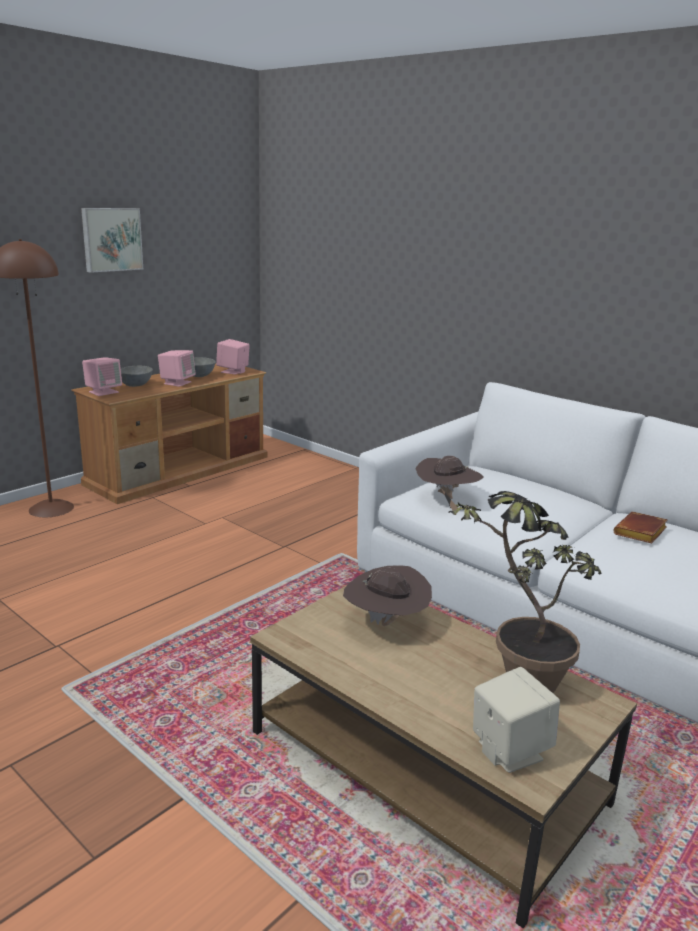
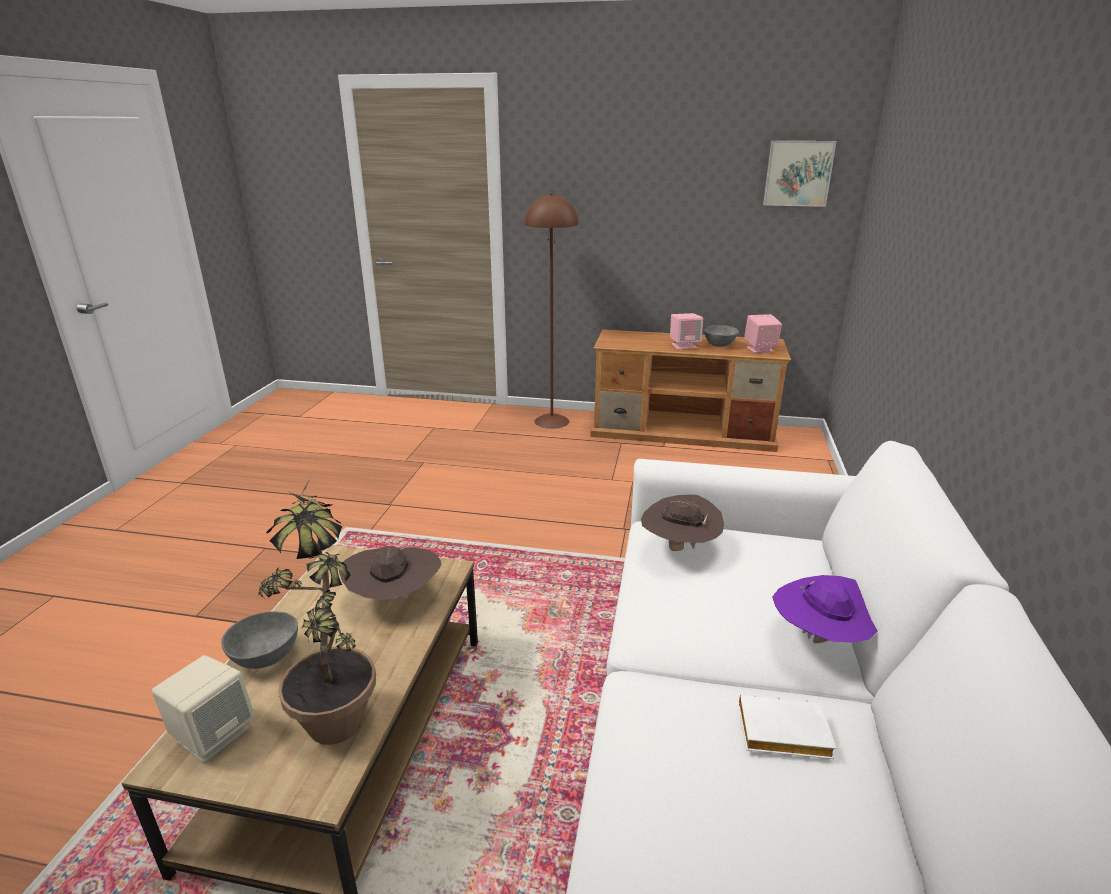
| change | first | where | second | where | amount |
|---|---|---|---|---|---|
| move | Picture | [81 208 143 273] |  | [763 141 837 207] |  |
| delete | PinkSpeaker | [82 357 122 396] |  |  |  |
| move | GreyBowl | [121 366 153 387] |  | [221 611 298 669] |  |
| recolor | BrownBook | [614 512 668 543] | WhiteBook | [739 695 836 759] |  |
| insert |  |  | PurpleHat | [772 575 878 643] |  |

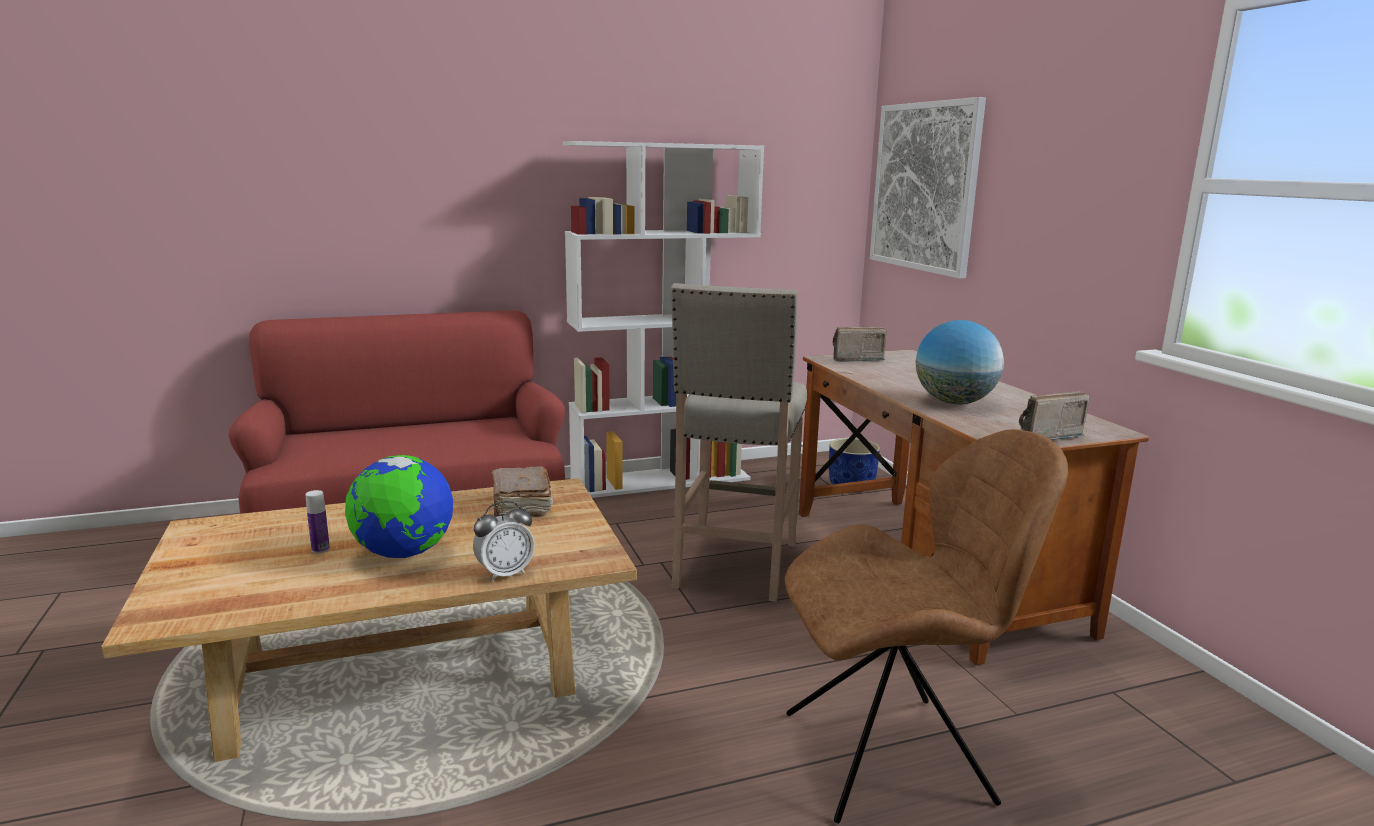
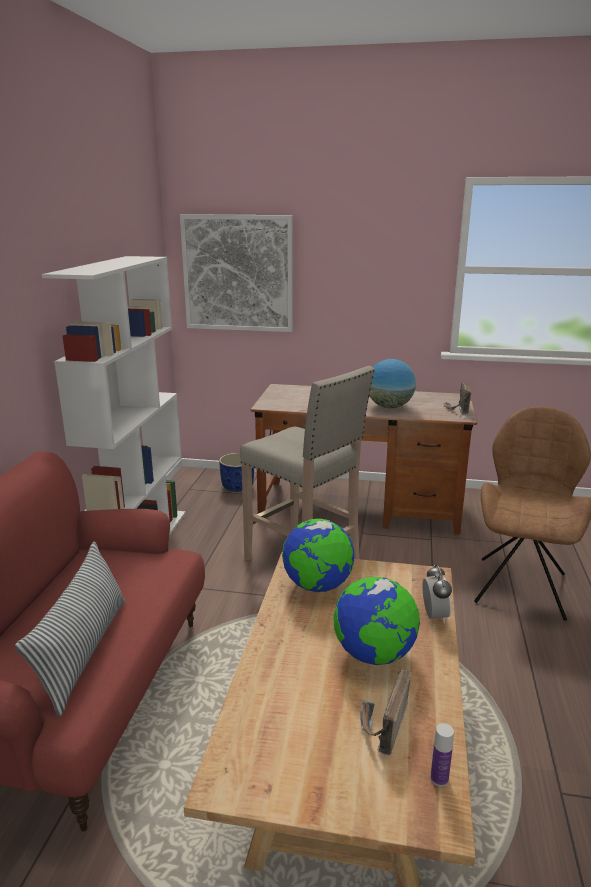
| change | first | where | second | where | amount |
|---|---|---|---|---|---|
| move | Bottle | [305 490 330 553] |  | [430 723 454 786] |  |
| replace | BrownBook | [491 466 553 517] | Globe | [282 519 355 592] |  |
| move | Radio | [832 327 887 362] |  | [360 669 411 755] |  |
| insert |  |  | Pillow | [15 542 125 717] |  |

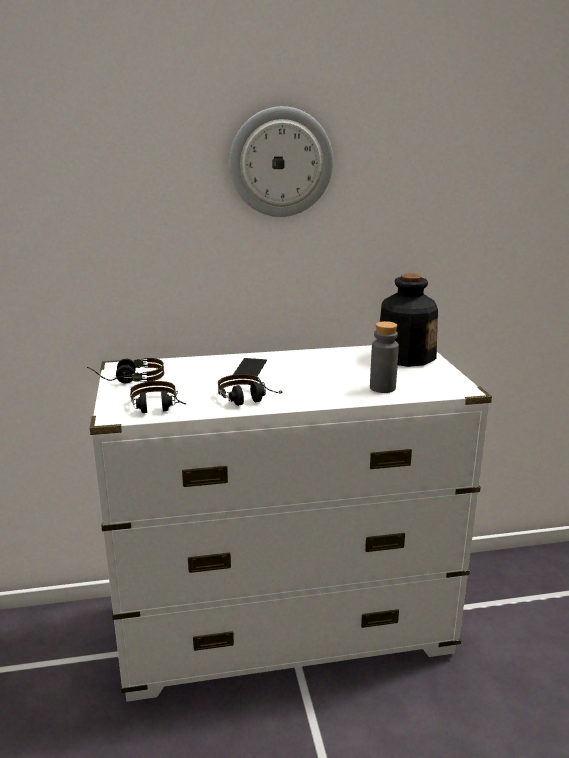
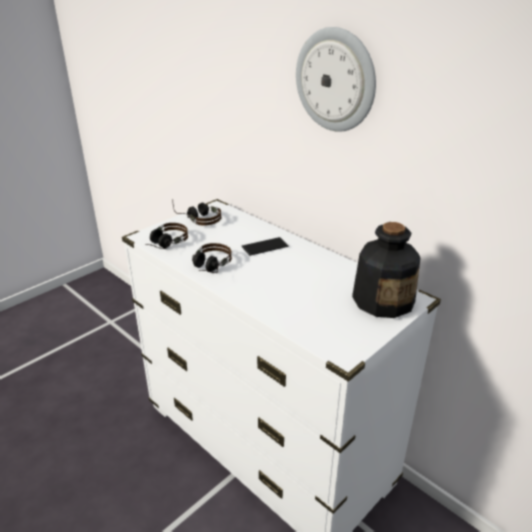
| change | first | where | second | where | amount |
|---|---|---|---|---|---|
| delete | GreyBottle | [370 321 399 393] |  |  |  |

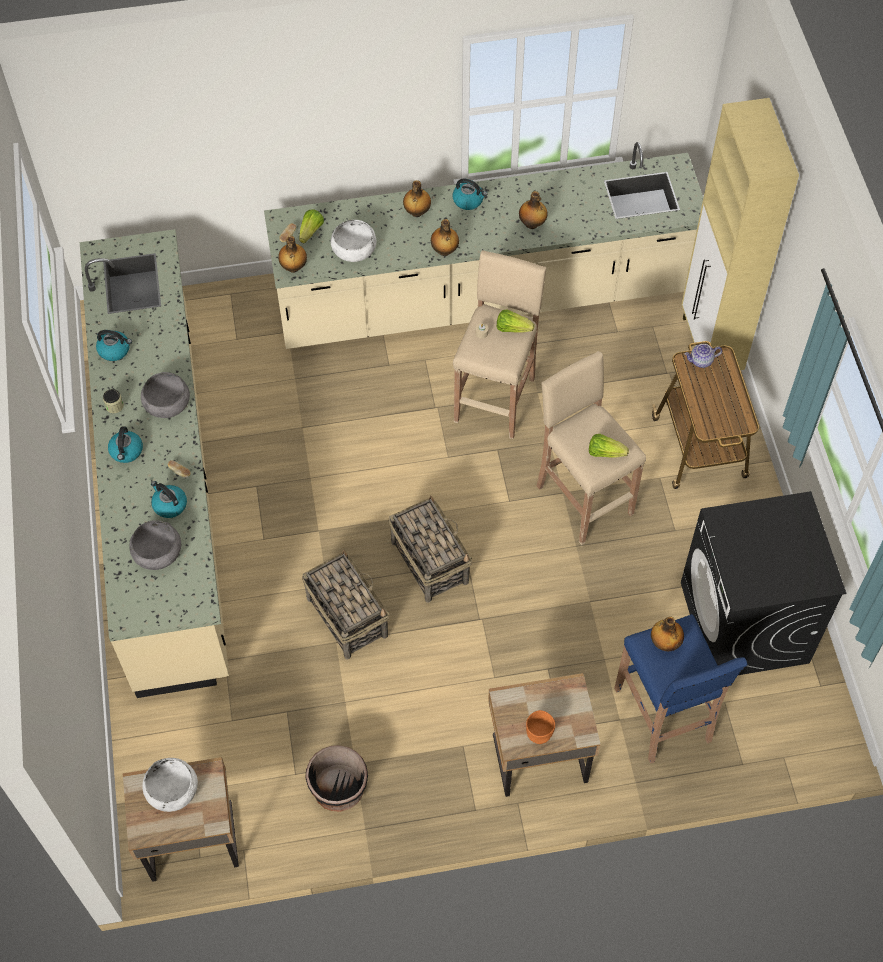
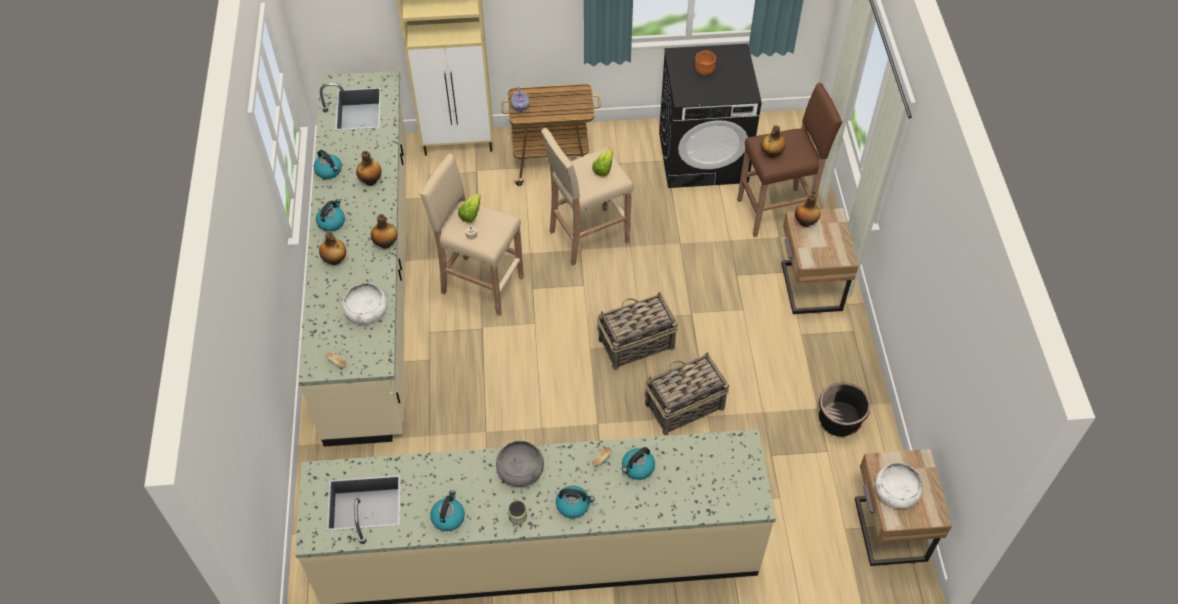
| change | first | where | second | where | amount |
|---|---|---|---|---|---|
| delete | GreyBowl | [129 520 181 570] |  |  |  |
| move | Bottle | [278 236 307 273] |  | [795 194 820 227] |  |
| delete | Lettuce | [299 209 324 243] |  |  |  |
| move | OrangeBowl | [526 710 555 744] |  | [695 50 716 75] |  |
| recolor | BlueStool | [614 614 747 764] | BrownStool | [737 83 843 237] |  |
| insert |  |  | Kettle | [314 150 342 179] |  |

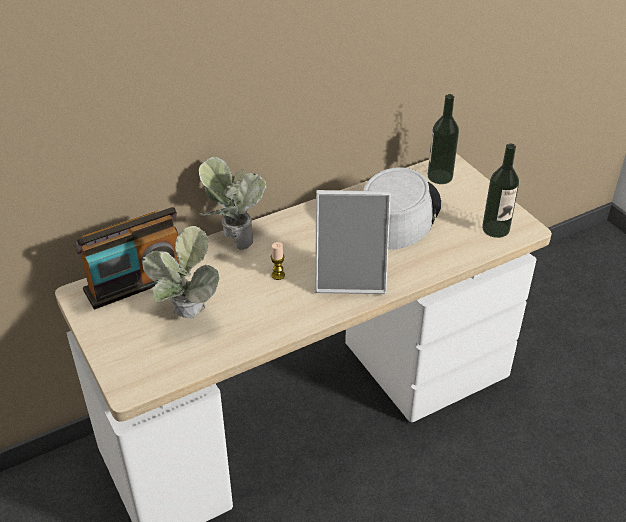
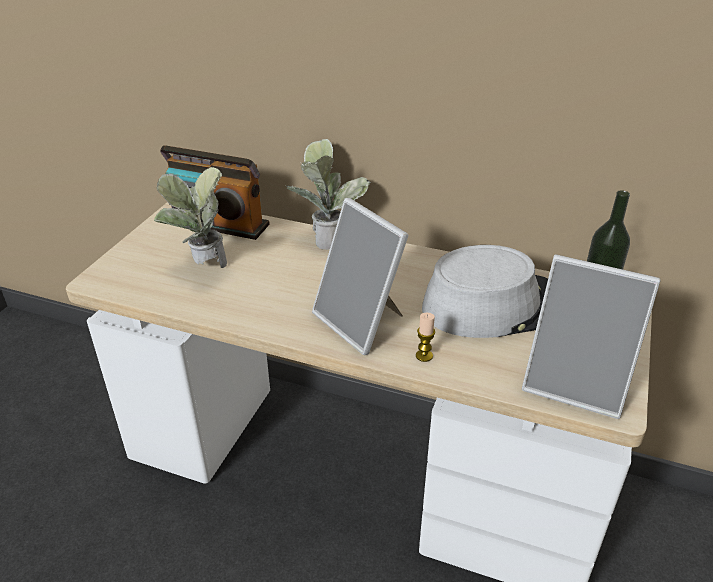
| change | first | where | second | where | amount |
|---|---|---|---|---|---|
| move | Candle | [271 242 285 280] |  | [416 313 435 362] |  |
| replace | Bottle | [482 143 519 238] | PictureFrame | [522 254 661 419] |  |

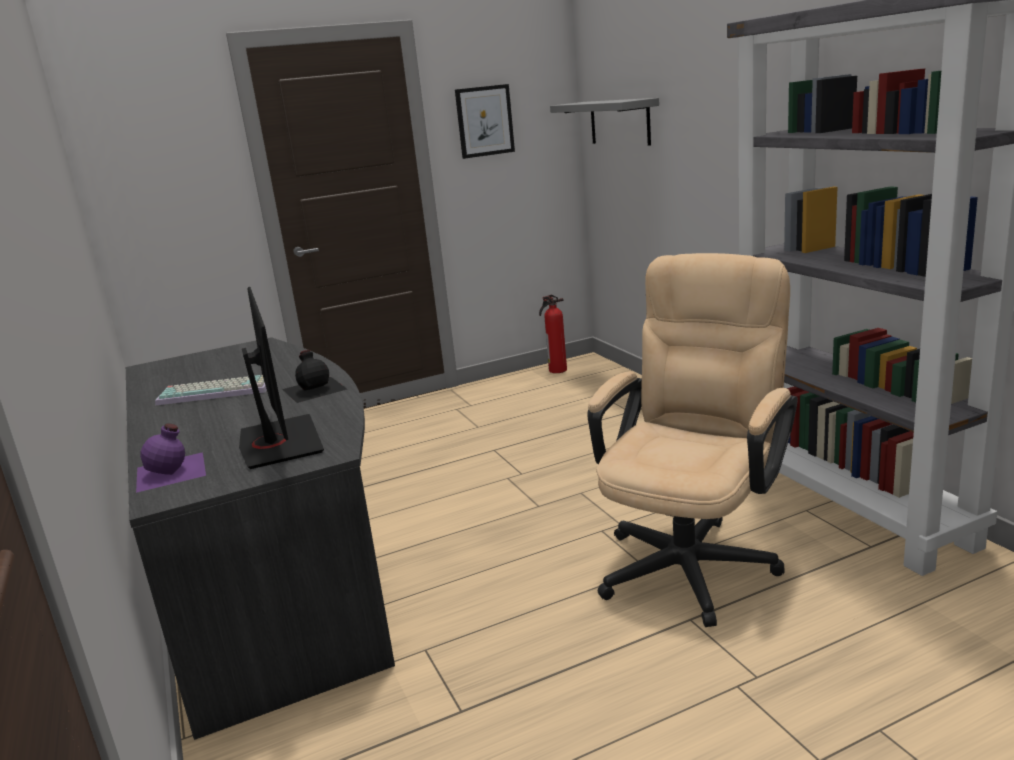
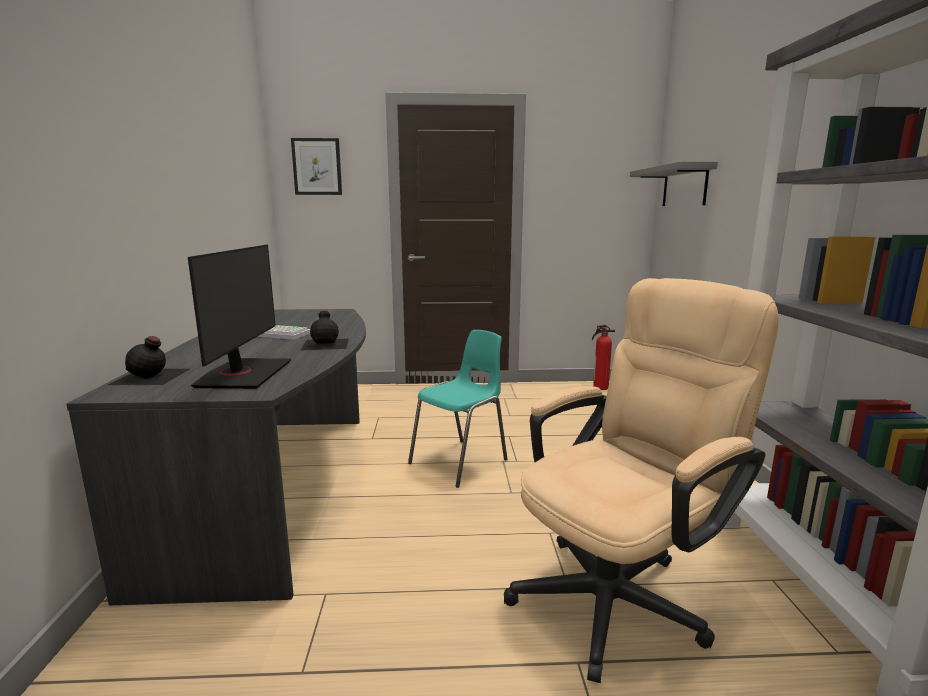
| change | first | where | second | where | amount |
|---|---|---|---|---|---|
| recolor | PurpleBottle | [136 423 206 493] | BlackBottle | [108 336 190 385] |  |
| move | Picture | [455 84 515 159] |  | [291 138 342 195] |  |
| insert |  |  | TurquoiseChair | [408 330 507 488] |  |

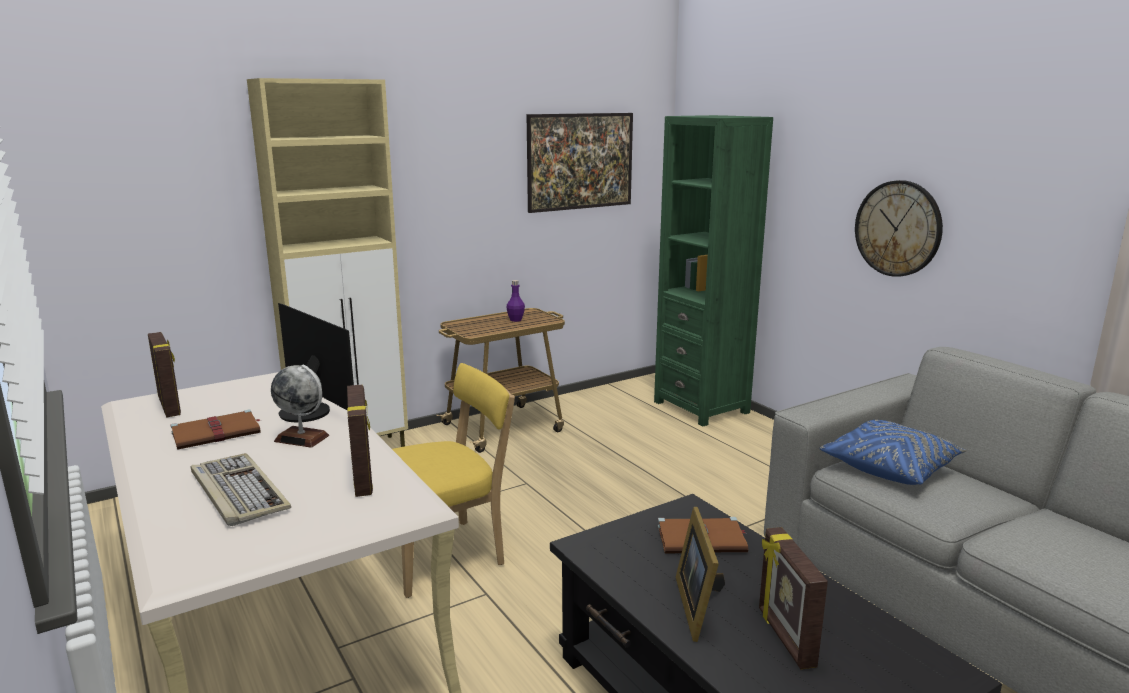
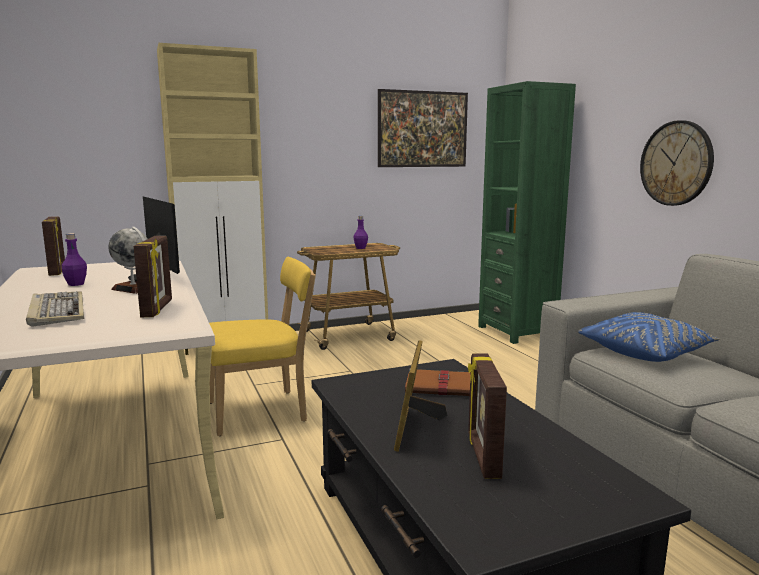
| change | first | where | second | where | amount |
|---|---|---|---|---|---|
| replace | BrownBook | [171 409 261 450] | PurpleBottle | [61 233 87 286] |  |

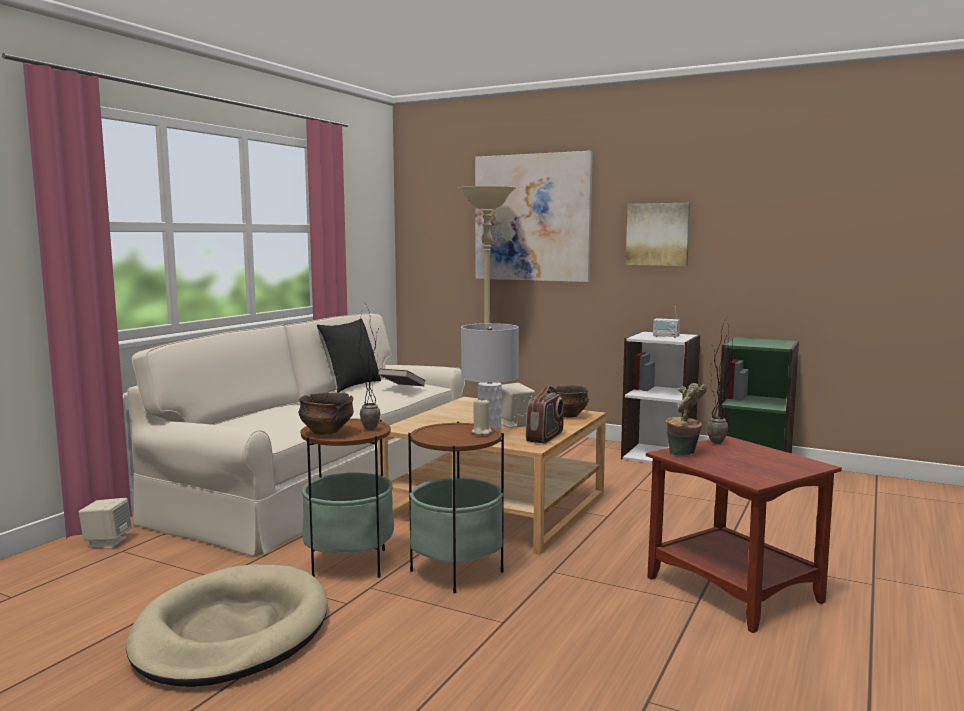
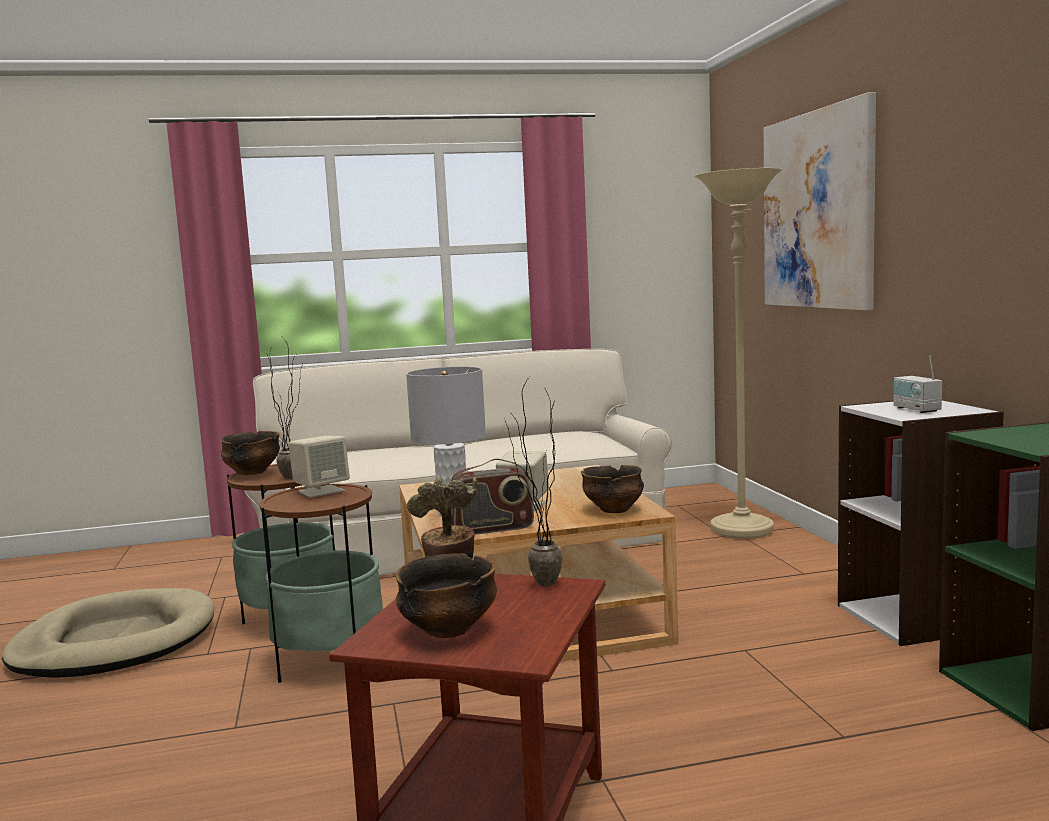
| change | first | where | second | where | amount |
|---|---|---|---|---|---|
| move | BeigeSpeaker | [79 498 132 549] |  | [289 436 350 498] |  |
| delete | BlackPillow | [317 318 381 393] |  |  |  |
| delete | BrownBook | [378 369 426 386] |  |  |  |
| delete | BeigeCandle | [472 399 492 435] |  |  |  |
| delete | Picture | [626 203 690 266] |  |  |  |
| insert |  |  | Bowl | [395 553 497 638] |  |

